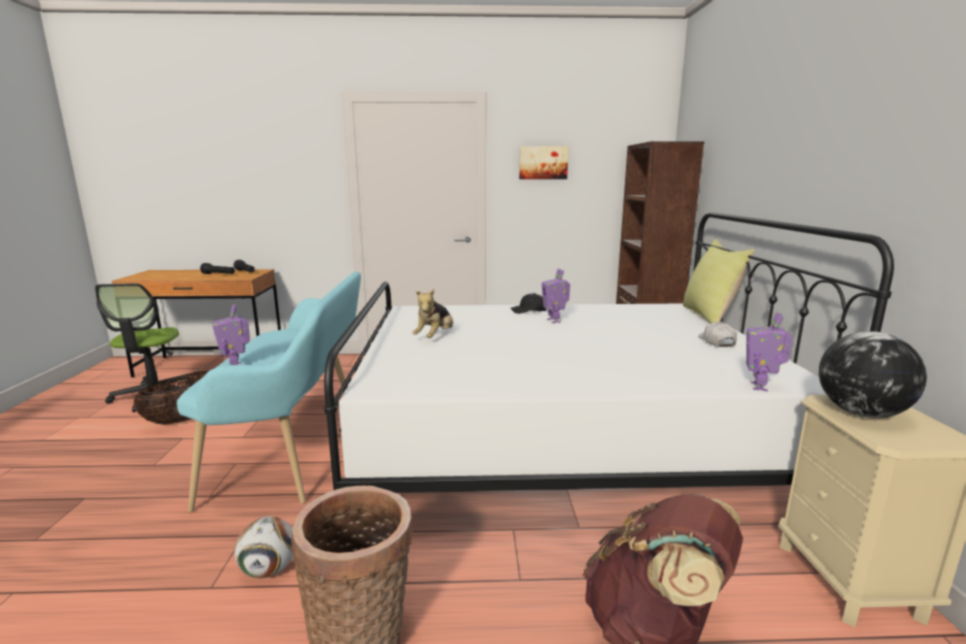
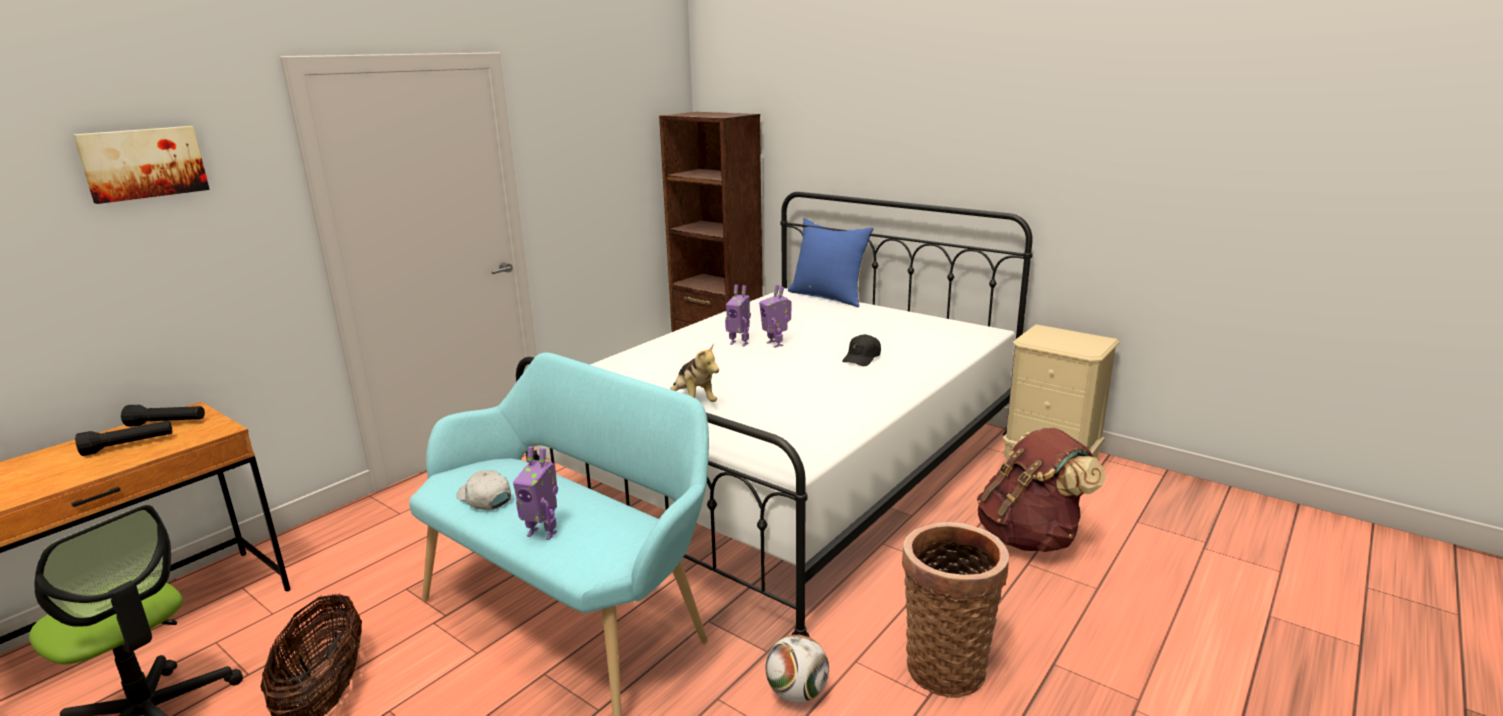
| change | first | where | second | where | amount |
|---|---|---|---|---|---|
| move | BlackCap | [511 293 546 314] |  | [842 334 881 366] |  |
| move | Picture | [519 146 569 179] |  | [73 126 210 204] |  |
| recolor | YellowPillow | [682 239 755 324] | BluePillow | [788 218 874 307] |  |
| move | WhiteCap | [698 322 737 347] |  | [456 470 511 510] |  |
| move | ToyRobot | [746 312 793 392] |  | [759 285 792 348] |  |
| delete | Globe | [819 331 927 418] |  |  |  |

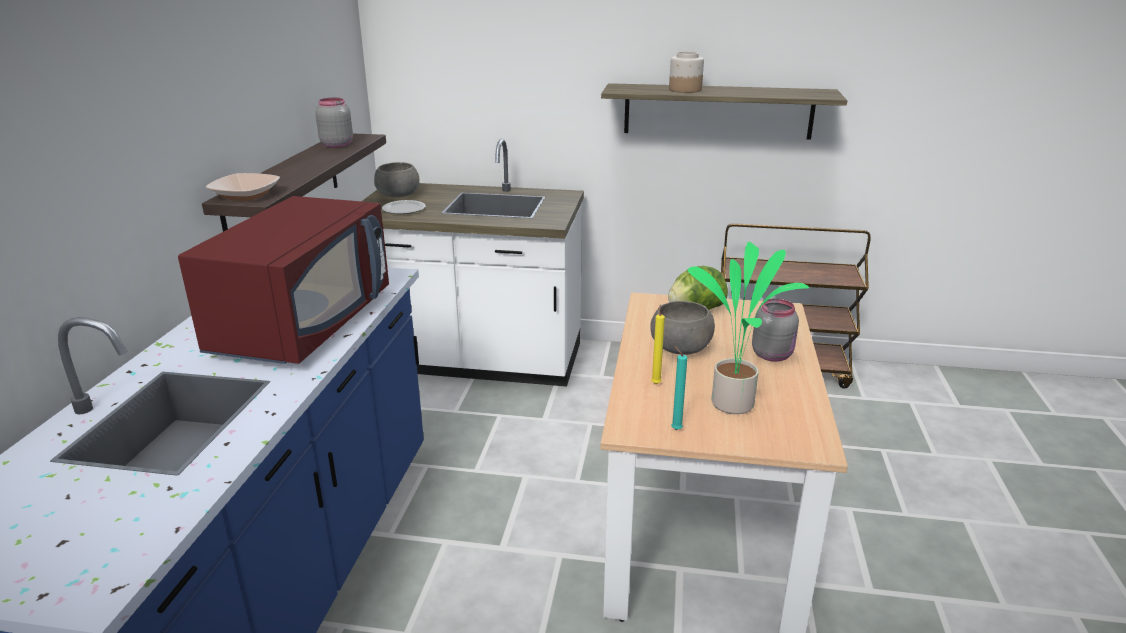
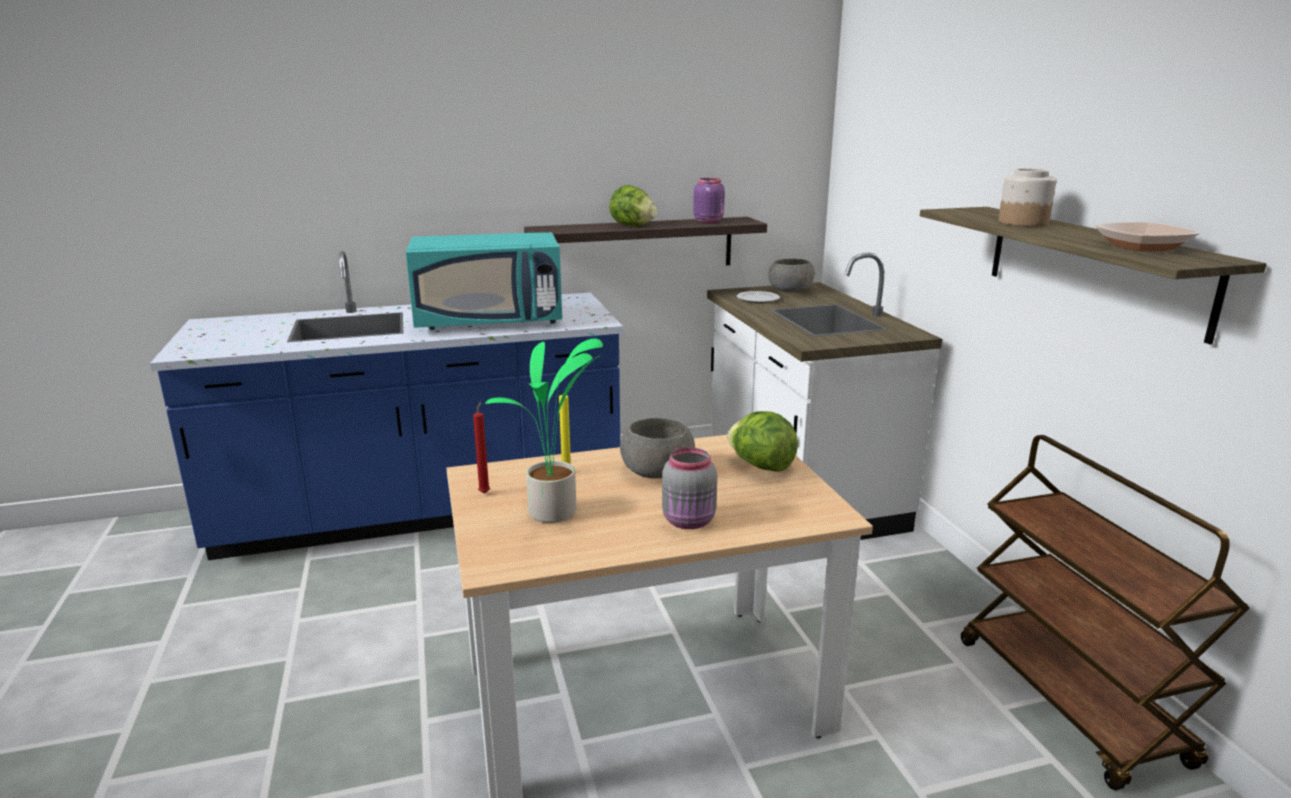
| change | first | where | second | where | amount |
|---|---|---|---|---|---|
| recolor | RedMicrowave | [178 196 389 364] | TurquoiseMicrowave | [406 232 562 330] |  |
| move | Bowl | [206 173 280 201] |  | [1095 222 1200 251] |  |
| recolor | GreyJar | [315 98 353 148] | PurpleJar | [693 178 725 223] |  |
| recolor | TurquoiseCandle | [671 346 687 430] | RedCandle | [473 402 490 494] |  |
| insert |  |  | Lettuce | [609 185 657 226] |  |

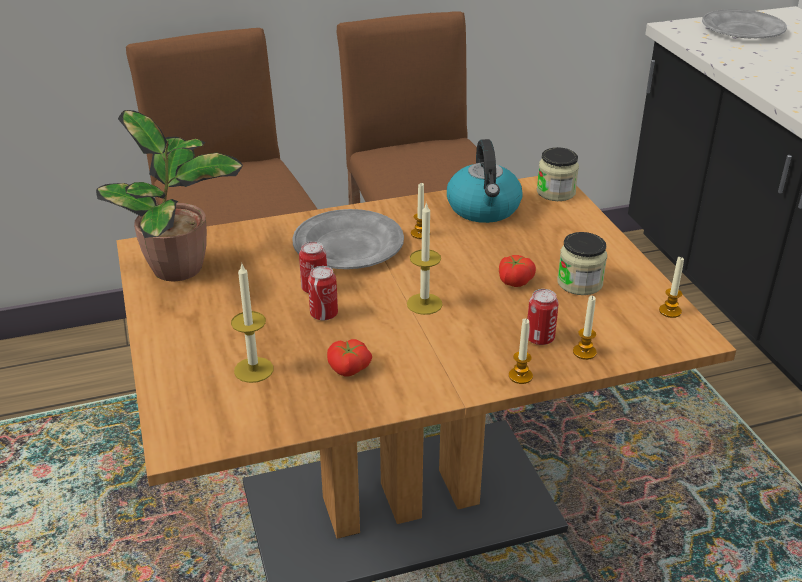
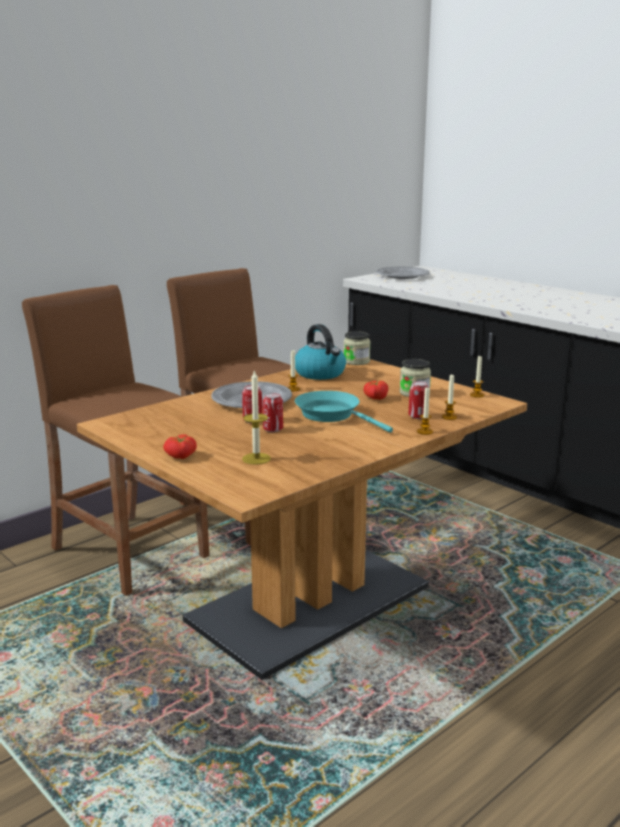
| change | first | where | second | where | amount |
|---|---|---|---|---|---|
| delete | PottedPlant | [96 110 243 282] |  |  |  |
| move | Tomato | [327 339 372 377] |  | [163 434 197 459] |  |
| replace | Candle | [407 202 443 315] | TurquoiseFryingPan | [295 391 393 433] |  |

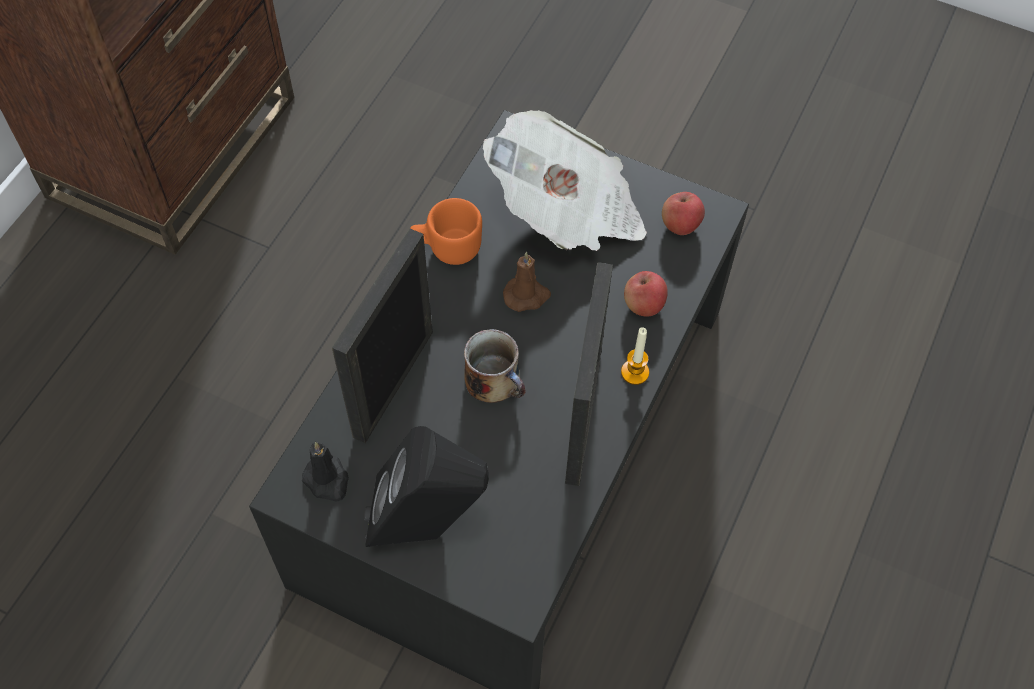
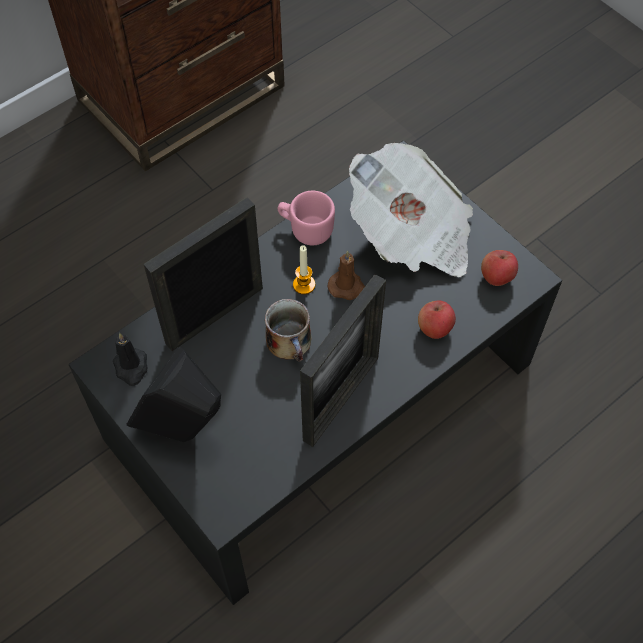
| change | first | where | second | where | amount |
|---|---|---|---|---|---|
| recolor | OrangeMug | [410 198 482 265] | PinkMug | [278 191 335 245] |  |
| move | Candle | [621 327 649 385] |  | [293 245 315 294] |  |

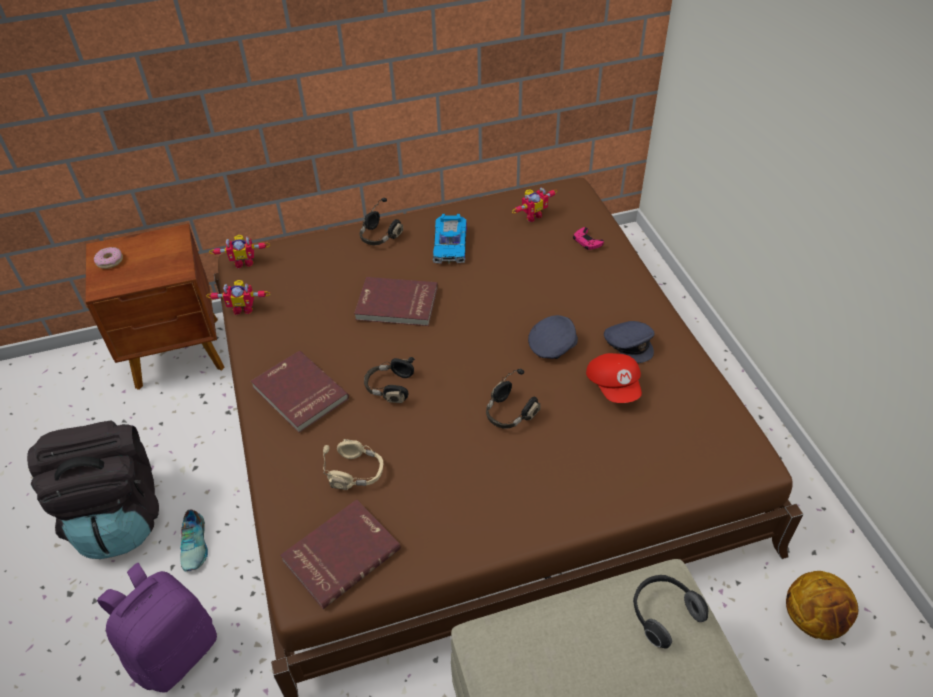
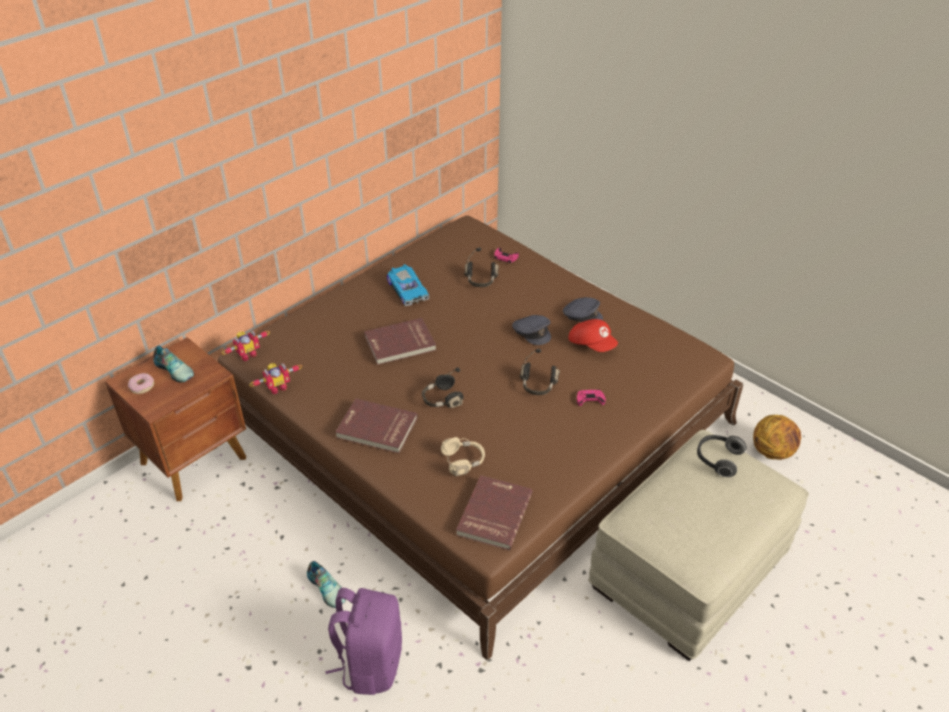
| change | first | where | second | where | amount |
|---|---|---|---|---|---|
| delete | BlackBackpack | [27 420 159 559] |  |  |  |
| move | BlackHeadphones | [360 198 403 245] |  | [464 248 499 287] |  |
| delete | ToyRobot | [512 188 557 222] |  |  |  |
| rotate | GreyCap | [528 315 578 359] |  | [512 315 551 345] | 120 degrees clockwise |
| insert |  |  | Shoe | [153 346 194 382] |  |
| insert |  |  | PinkGameController | [577 389 606 406] |  |

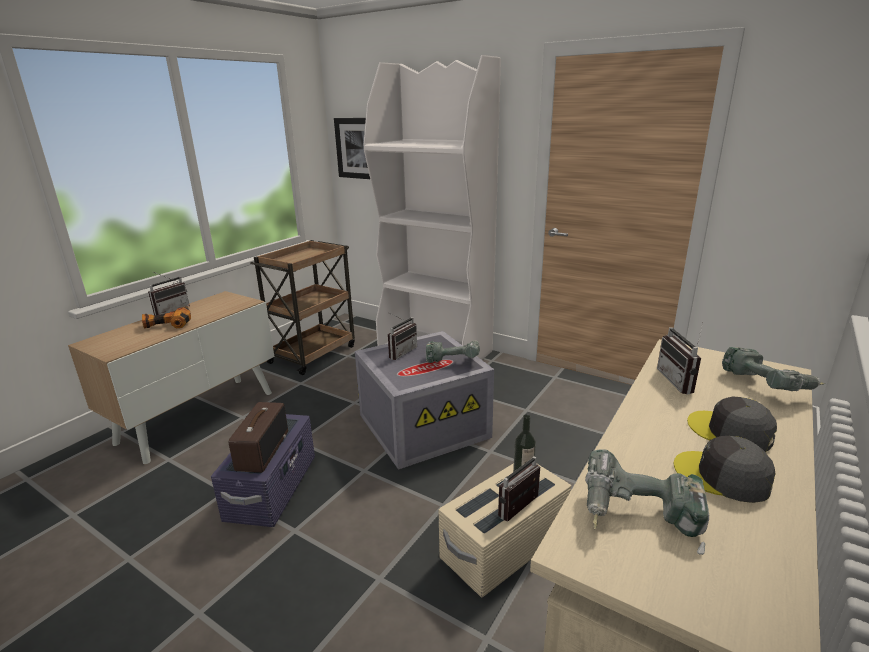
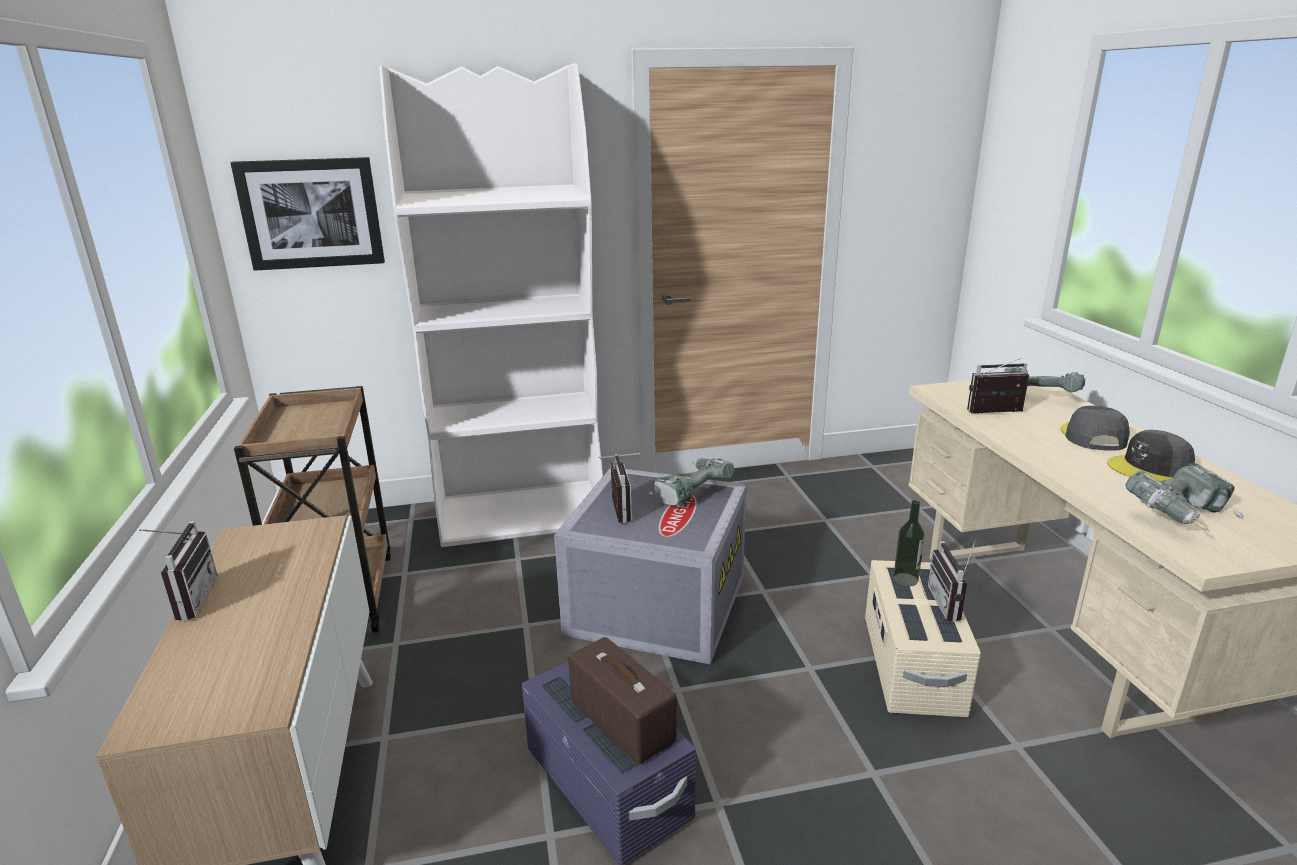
| change | first | where | second | where | amount |
|---|---|---|---|---|---|
| delete | PowerDrill | [142 305 191 329] |  |  |  |
| rotate | Radio | [657 322 703 394] |  | [967 358 1029 414] | 135 degrees clockwise |
| rotate | GreyCap | [687 397 777 452] |  | [1061 406 1130 451] | 105 degrees clockwise |

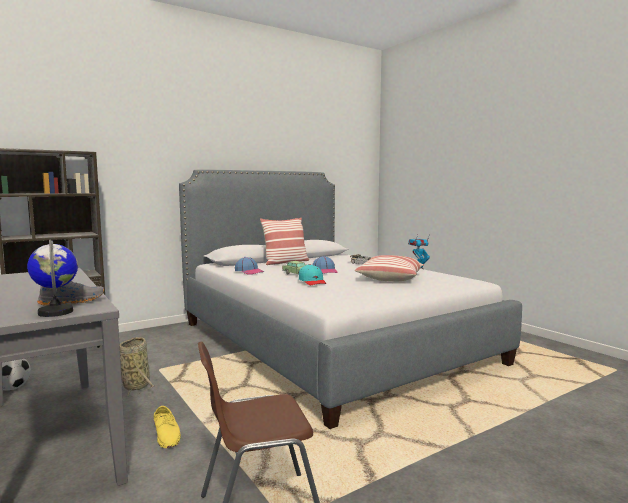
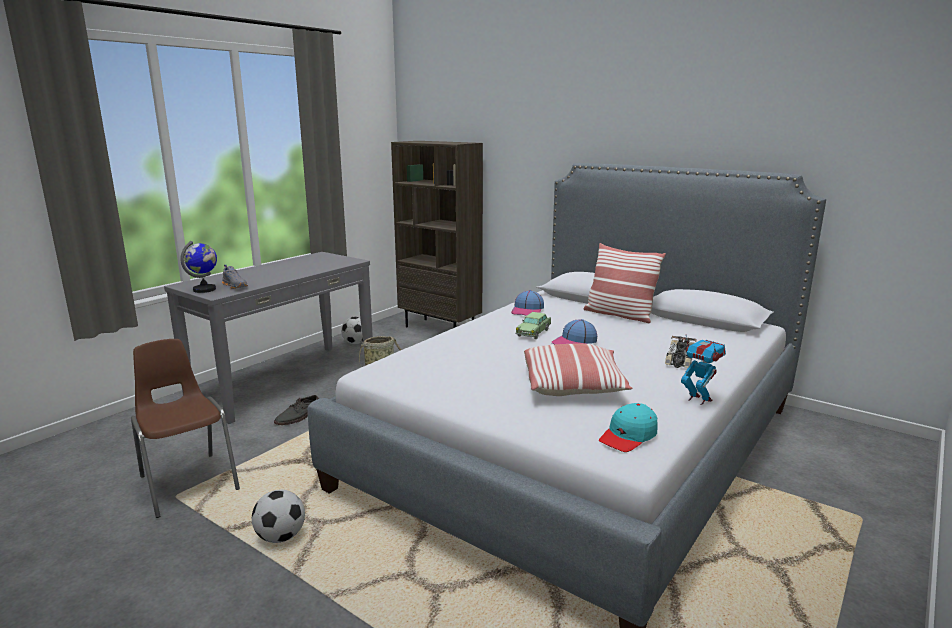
| change | first | where | second | where | amount |
|---|---|---|---|---|---|
| recolor | YellowShoe | [154 406 181 448] | GreyShoe | [274 395 319 425] |  |
| move | TurquoiseCap | [299 264 327 285] |  | [599 403 658 452] |  |
| insert |  |  | Football | [252 490 305 543] |  |

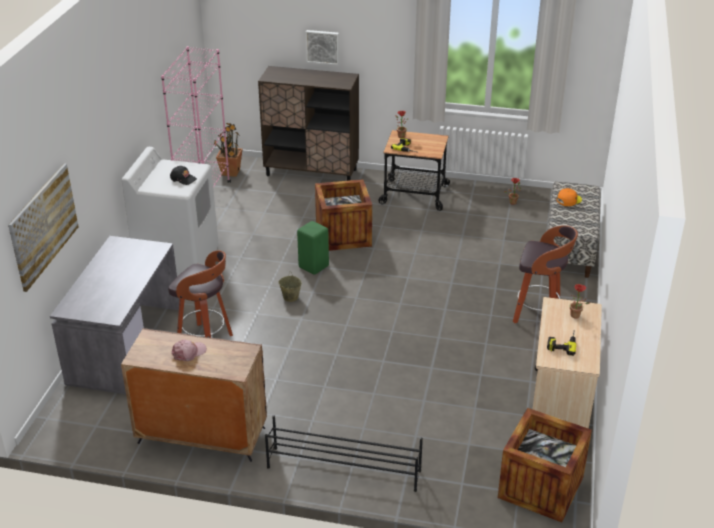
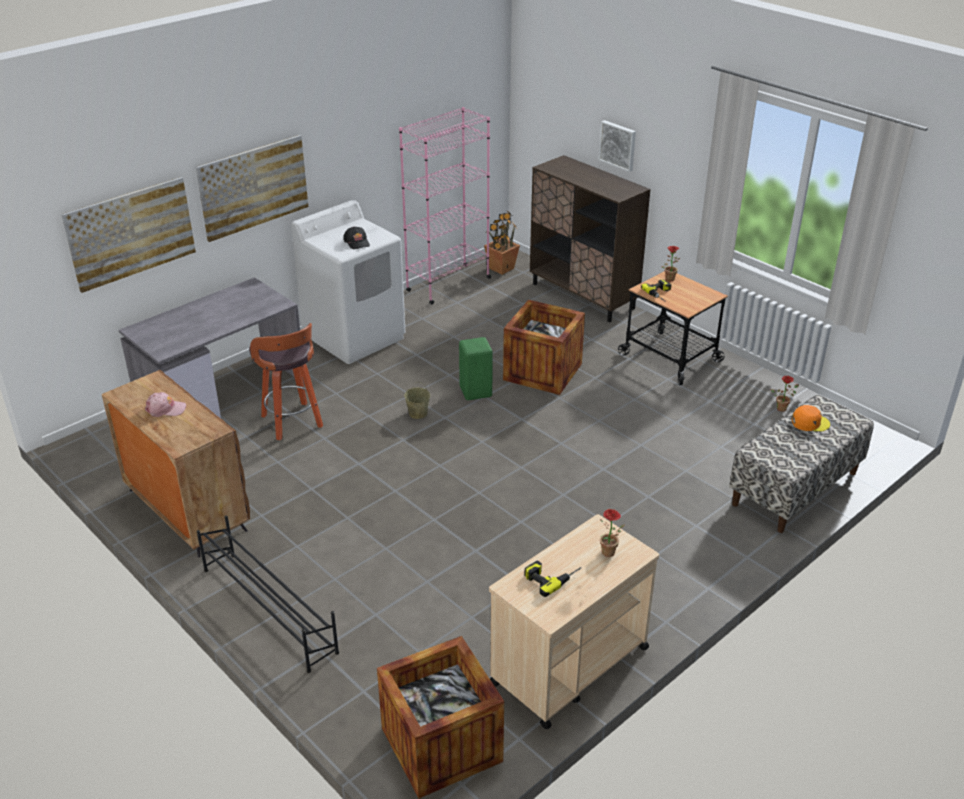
| change | first | where | second | where | amount |
|---|---|---|---|---|---|
| delete | Stool | [513 225 578 323] |  |  |  |
| insert |  |  | Picture | [196 135 308 242] |  |

